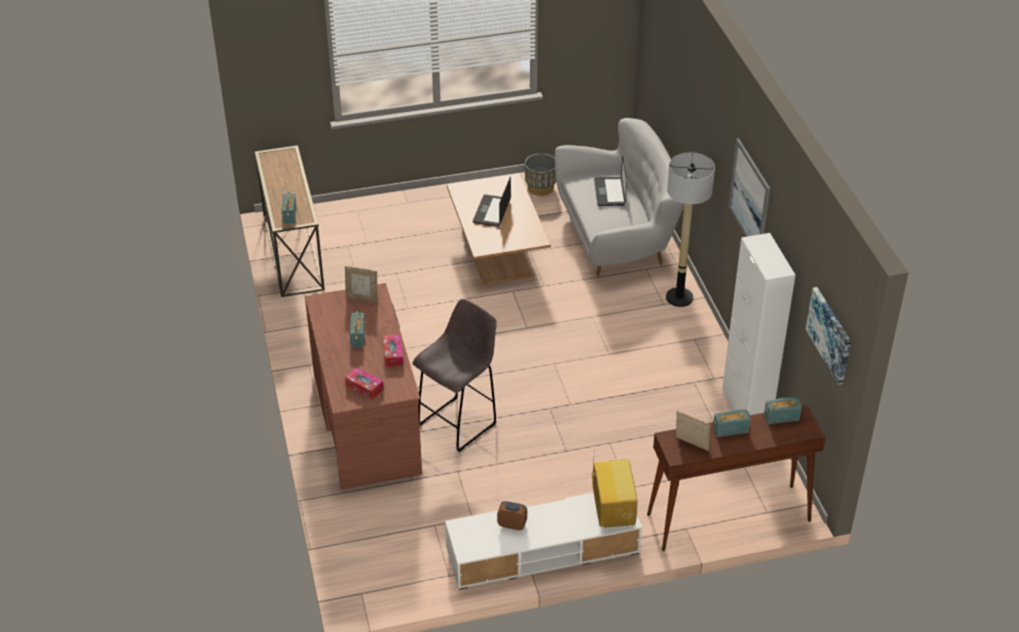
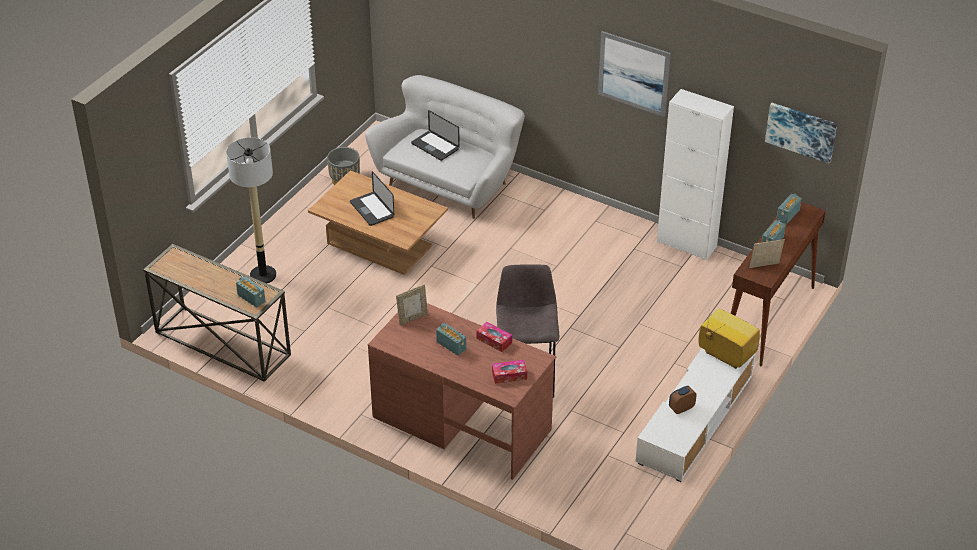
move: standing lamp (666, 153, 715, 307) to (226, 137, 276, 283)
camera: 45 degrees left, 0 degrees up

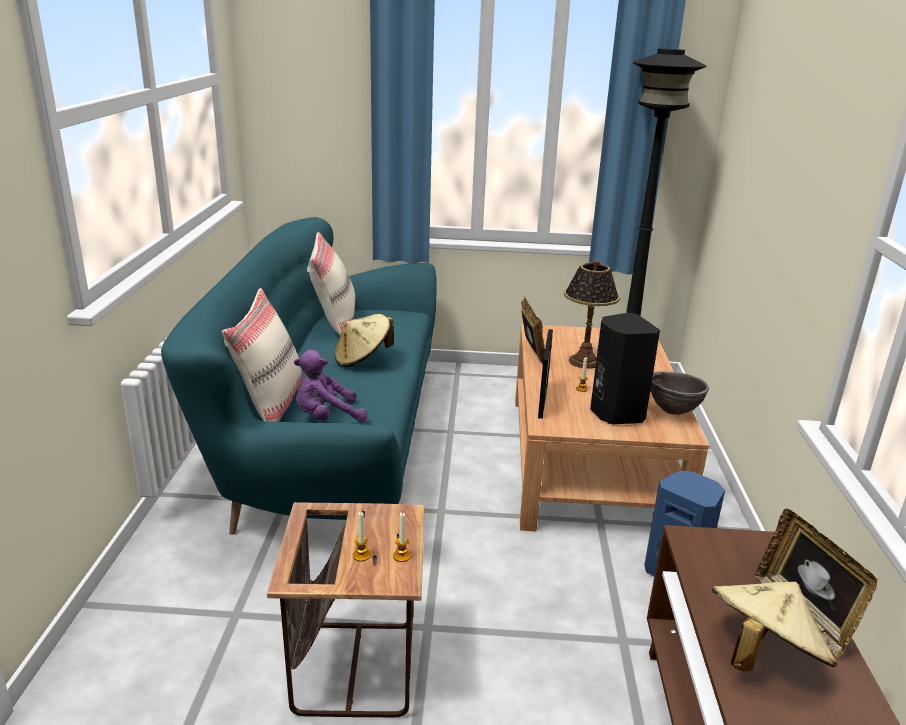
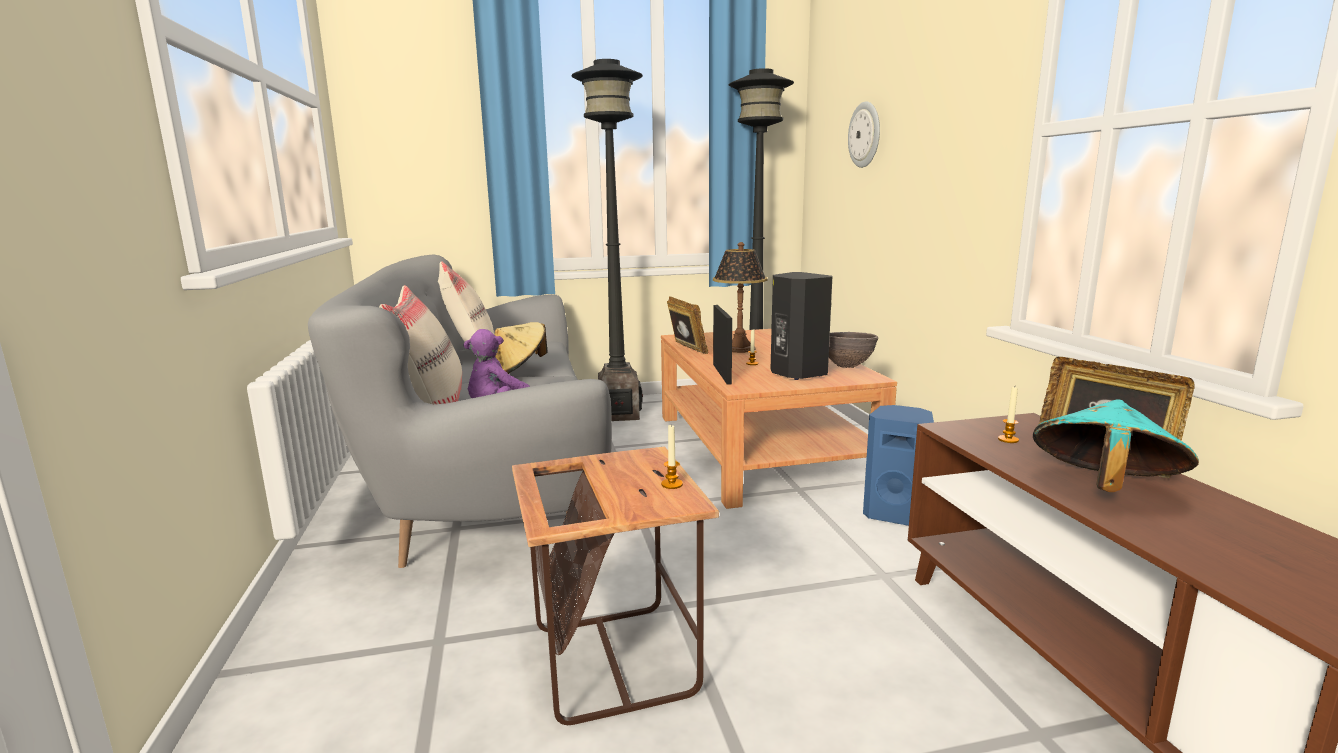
insert: standing lamp (black-coloured) (571, 59, 643, 421); hanging clock (848, 101, 880, 168)
move: wax light (353, 512, 371, 562) to (998, 387, 1019, 443)
recolor: couch (turquoise-coloured) (161, 217, 436, 535) to couch (grey) (308, 254, 612, 568); hat (beige-coloured) (712, 581, 837, 671) to hat (turquoise-coloured) (1033, 399, 1199, 492)
camera: 15 degrees left, 10 degrees down

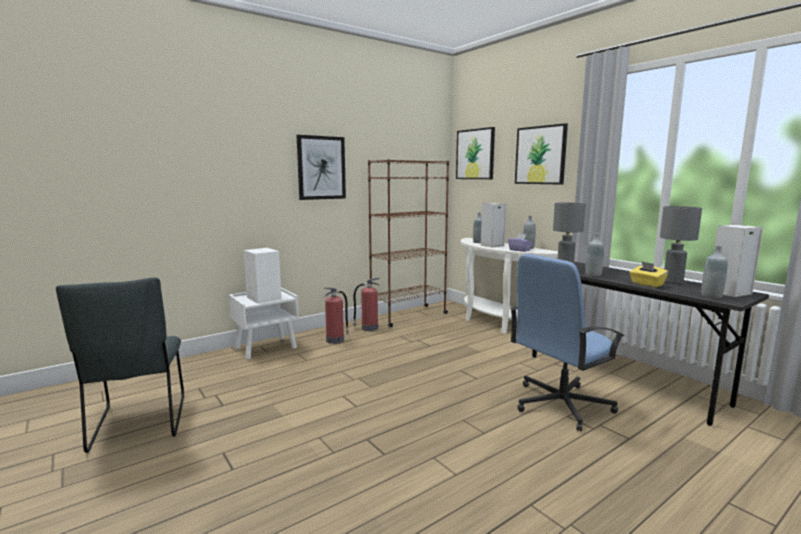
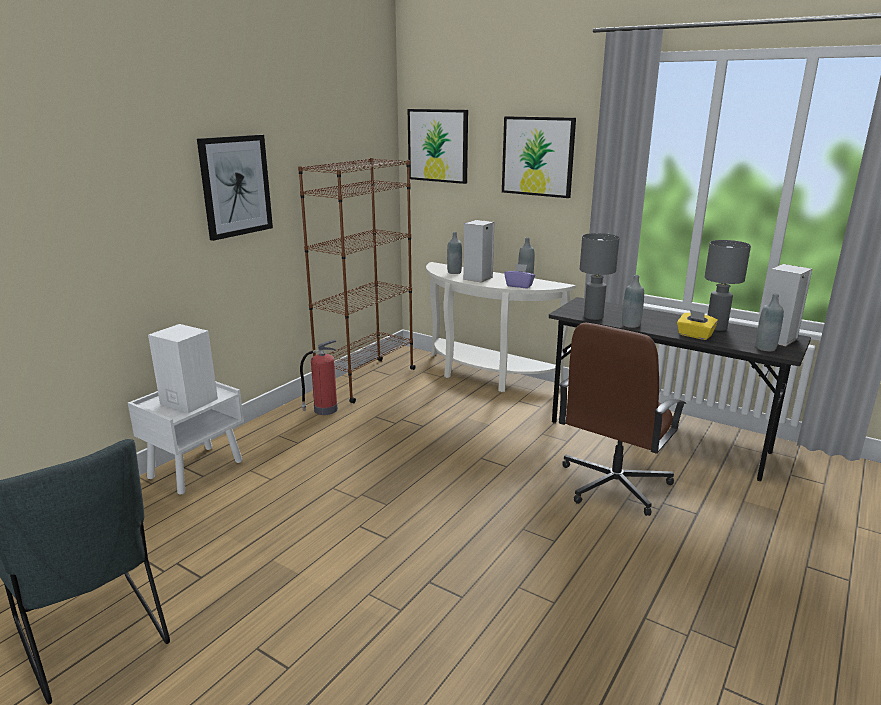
delete: extinguisher (324, 288, 349, 344)
recolor: computer chair (blue-coloured) (510, 254, 624, 431) to computer chair (brownish) (559, 323, 687, 516)
camera: 20 degrees left, 10 degrees up

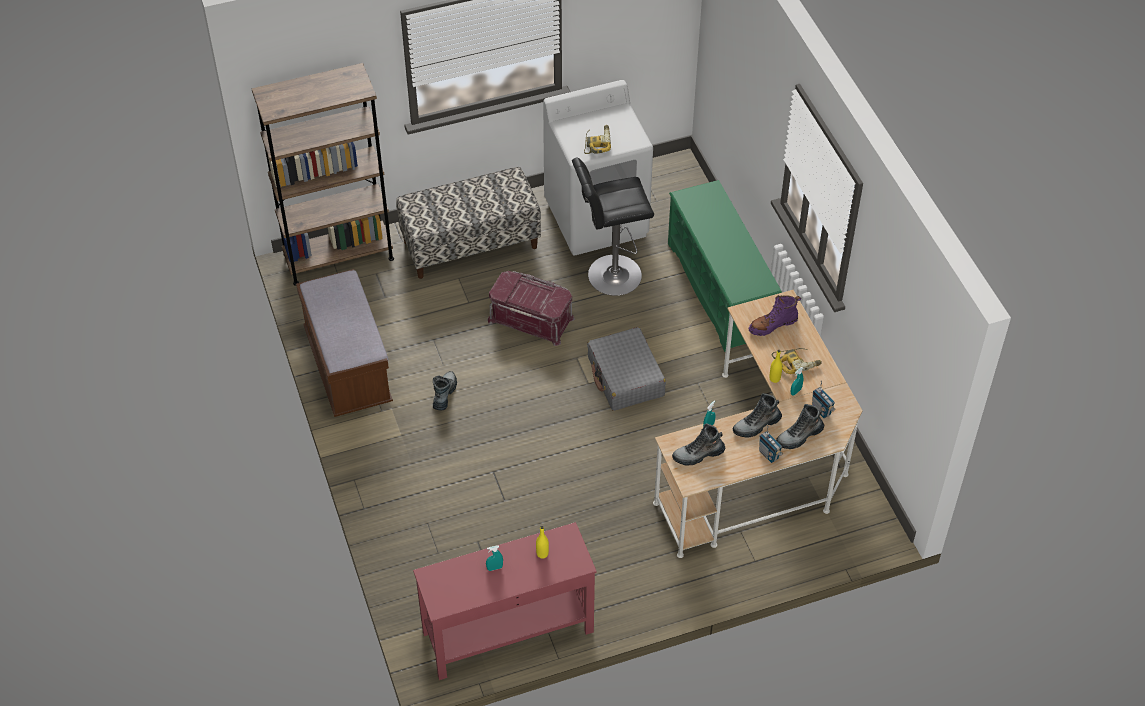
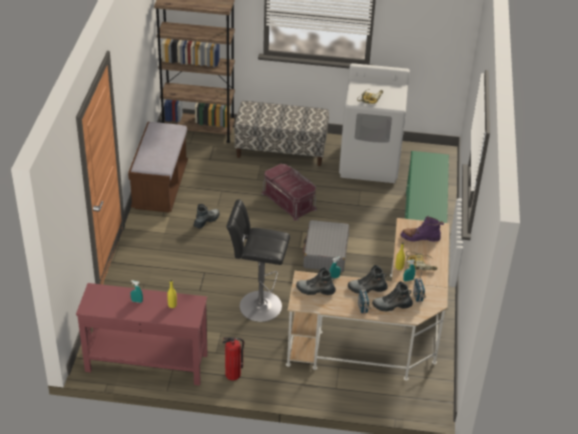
insert: extinguisher (222, 337, 244, 381)
move: stool (black-coloured) (572, 157, 654, 296) to (226, 199, 290, 322)
camera: 25 degrees right, 10 degrees down

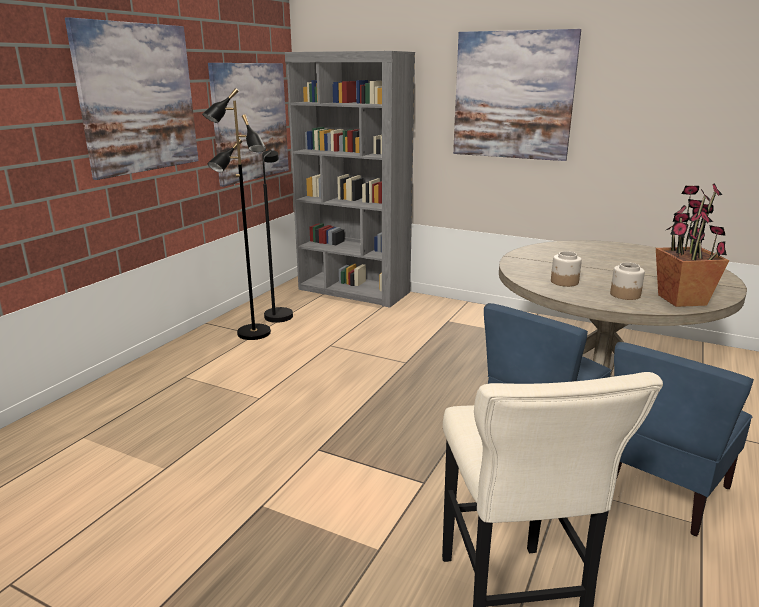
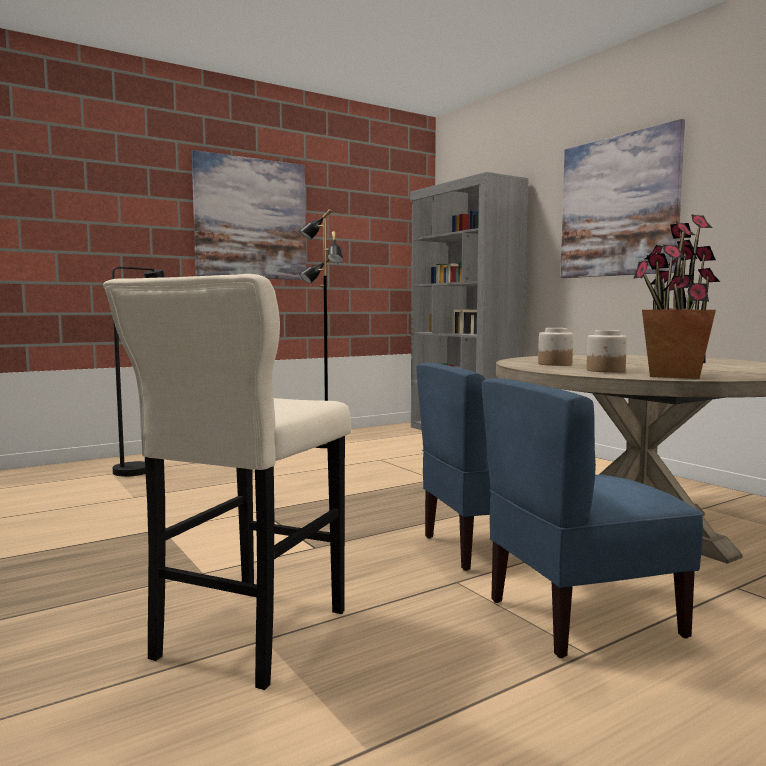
delete: wall picture (208, 63, 289, 187)
move: standing lamp (black-coloured) (262, 150, 293, 323) to (112, 267, 165, 477)
camera: 30 degrees right, 15 degrees down

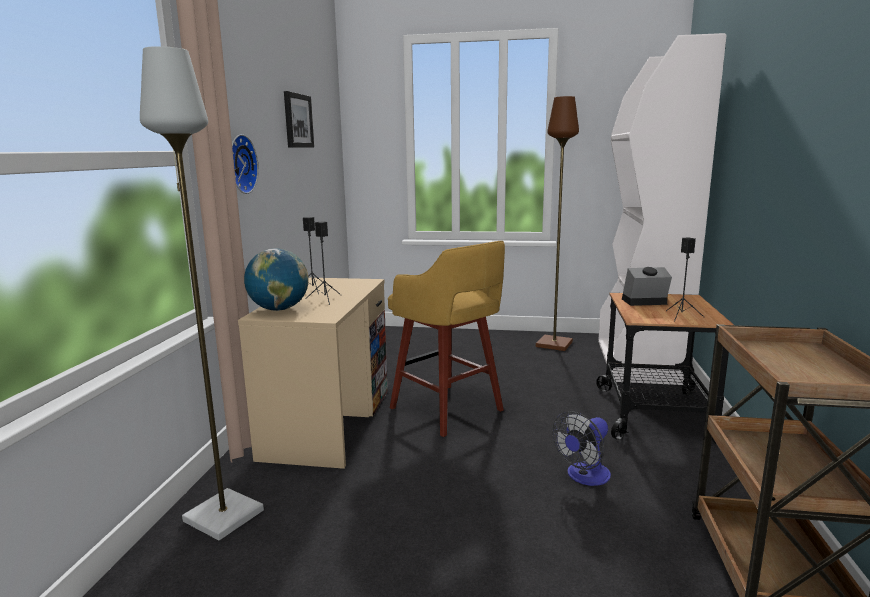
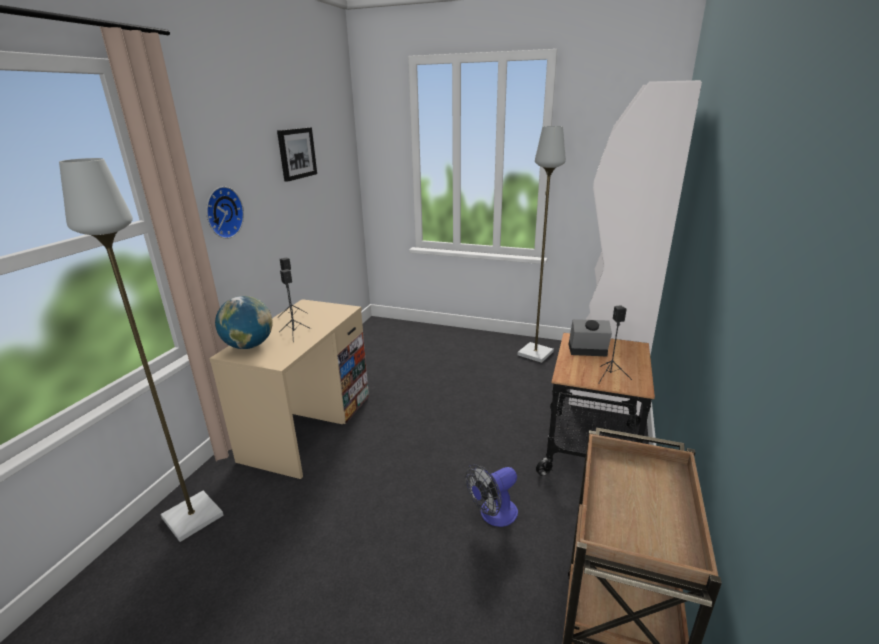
delete: stool (yellow-coloured) (388, 241, 505, 437)
recolor: standing lamp (brownish) (536, 96, 579, 351) to standing lamp (grey) (517, 126, 566, 363)
camera: 10 degrees right, 10 degrees up

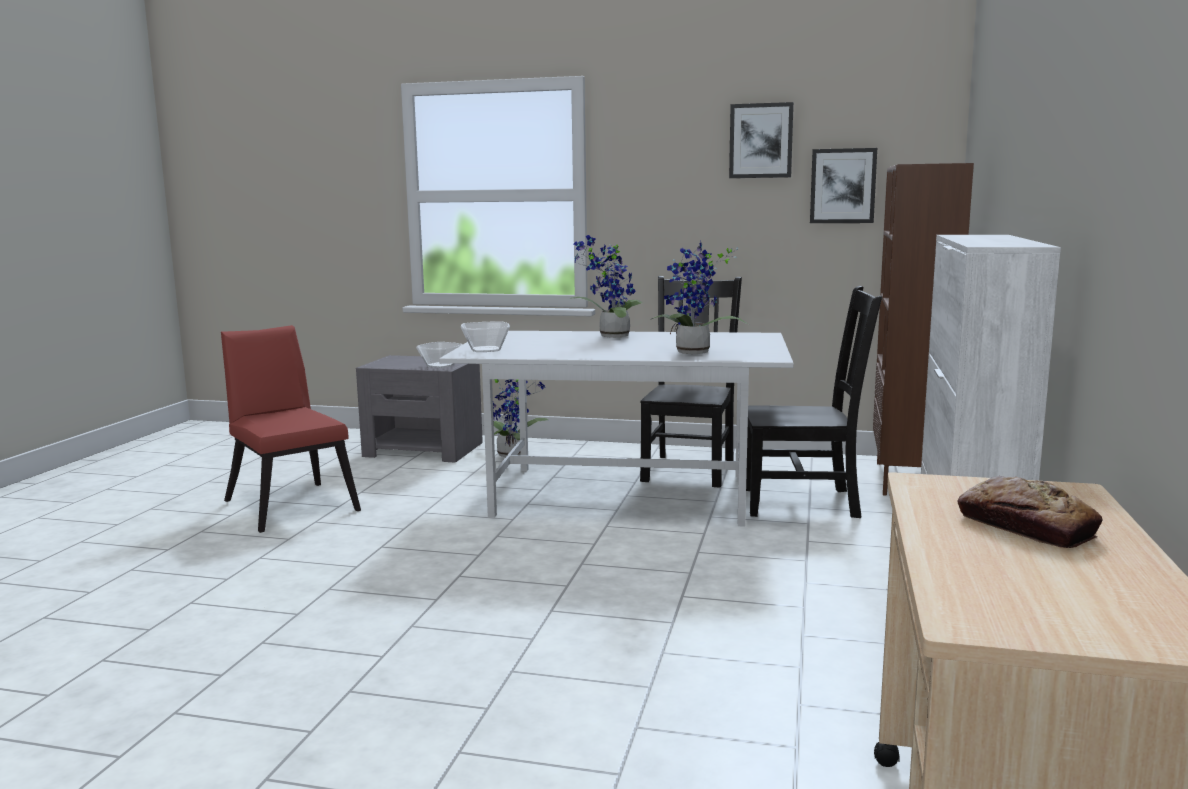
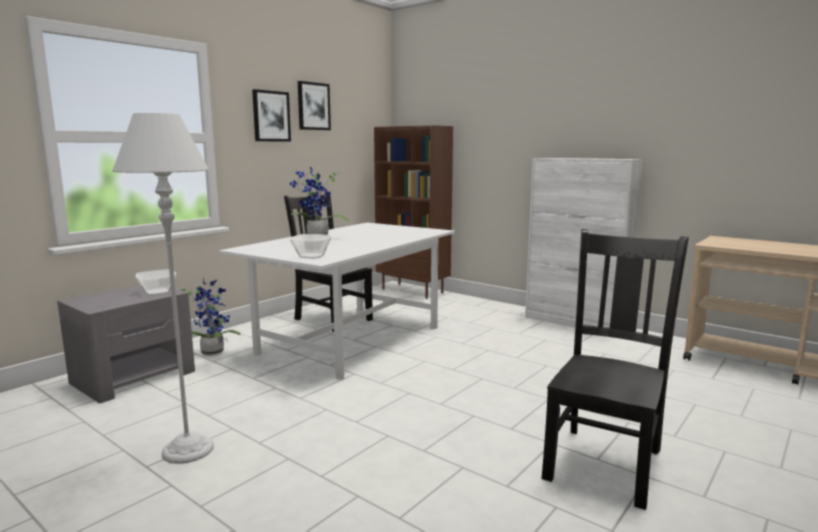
delete: potted plant (652, 240, 749, 354); baked bread (957, 476, 1103, 548)
move: plain chair (black-coloured) (746, 286, 882, 518) to (541, 229, 689, 510); wall picture (810, 148, 877, 223) to (252, 89, 291, 142)
replace: plain chair (reddish) (221, 325, 361, 533) to standing lamp (grey) (112, 113, 214, 464)
camera: 65 degrees left, 0 degrees up

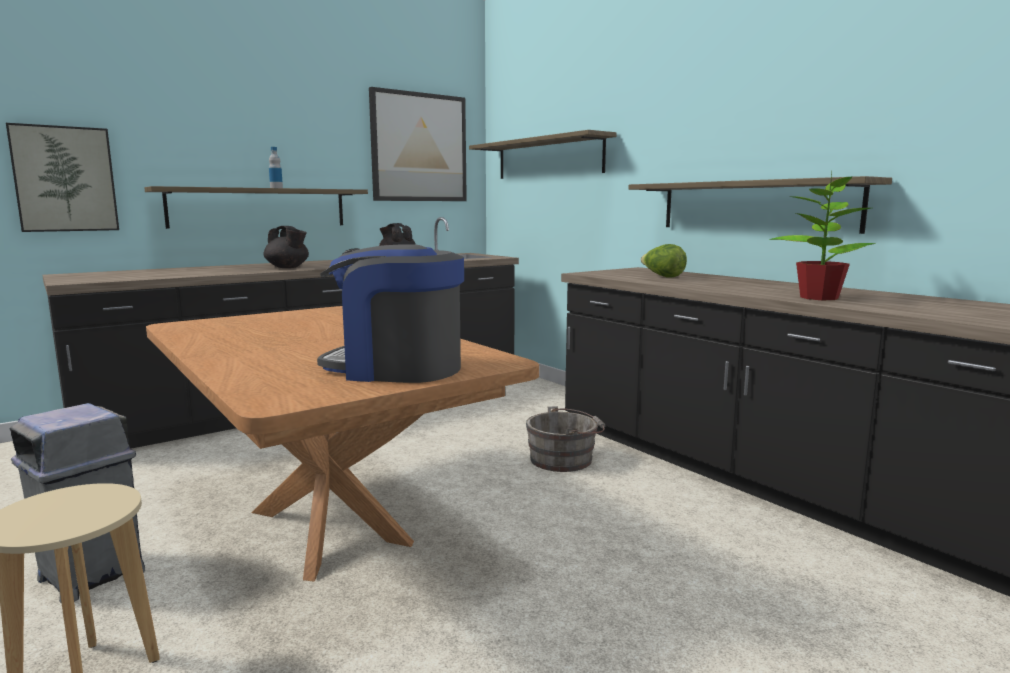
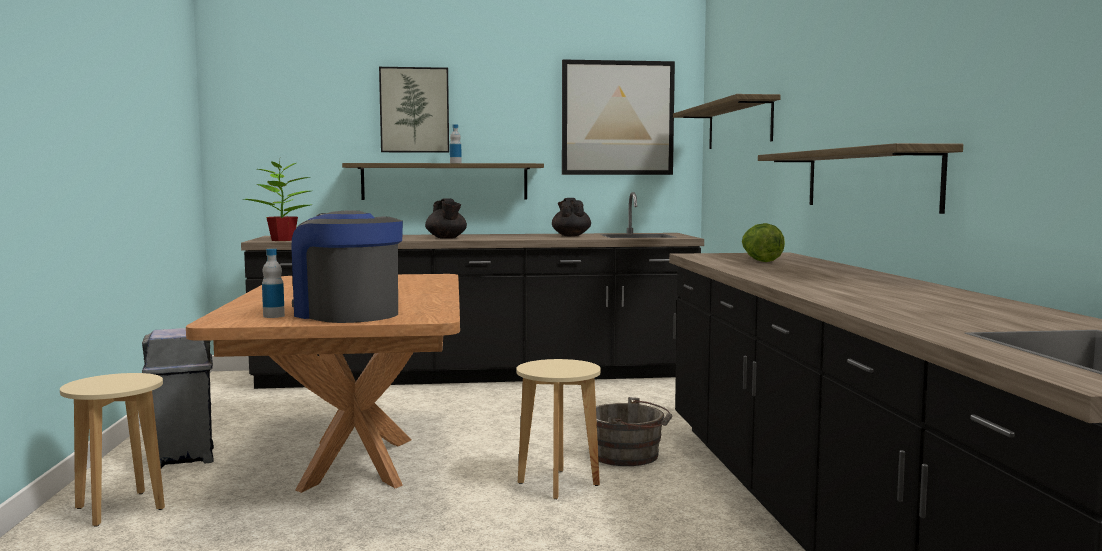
insert: beverage bottle (262, 249, 285, 318); stool (beige-coloured) (516, 359, 601, 499)
move: wall picture (6, 123, 119, 232) to (379, 67, 449, 153); potted plant (768, 172, 876, 300) to (244, 160, 310, 241)
camera: 30 degrees right, 5 degrees down

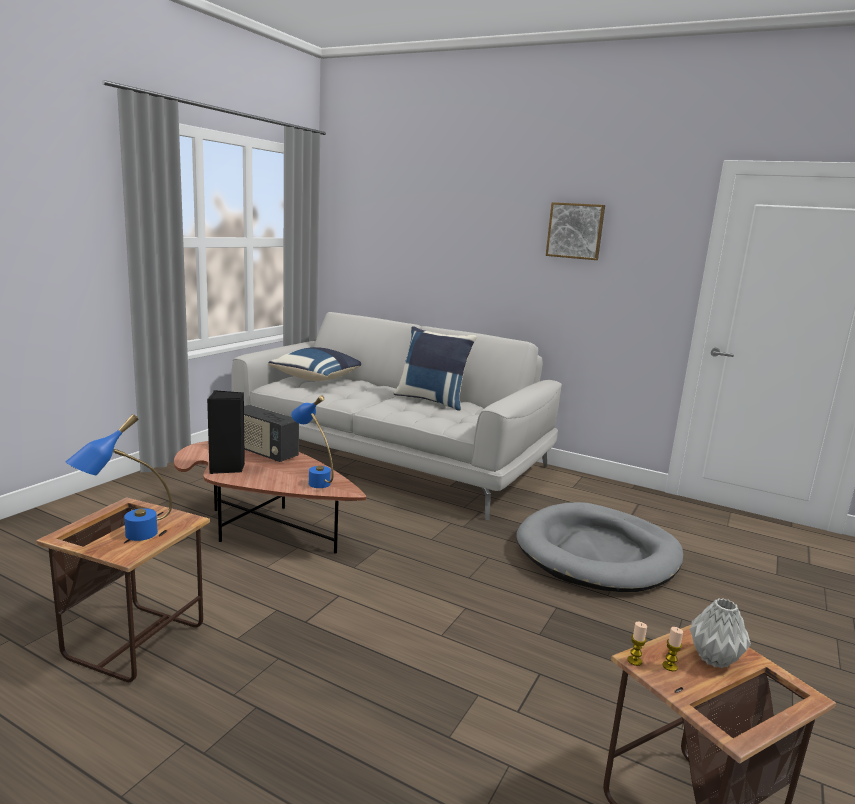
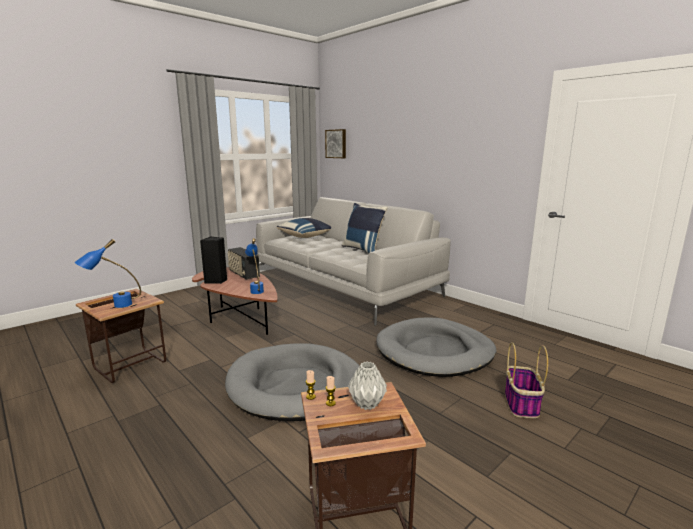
insert: dog cushion (grey) (225, 343, 360, 421); basket (505, 342, 548, 418)
move: wall picture (546, 202, 605, 260) to (325, 129, 346, 158)
camera: 20 degrees right, 0 degrees up

